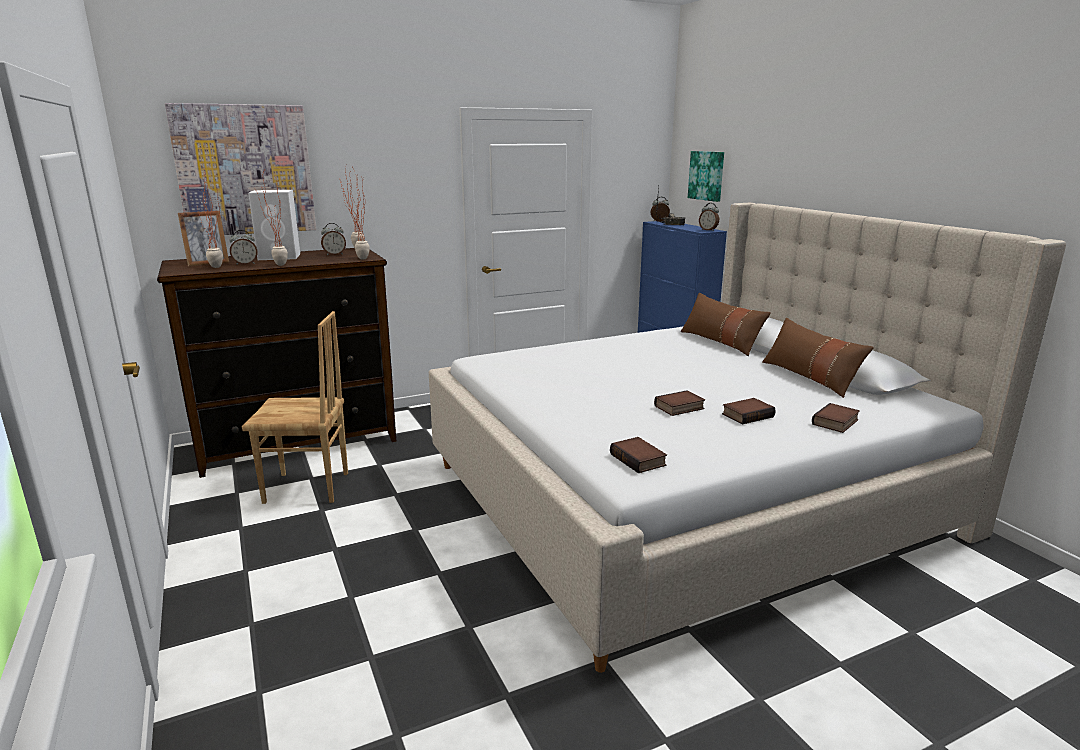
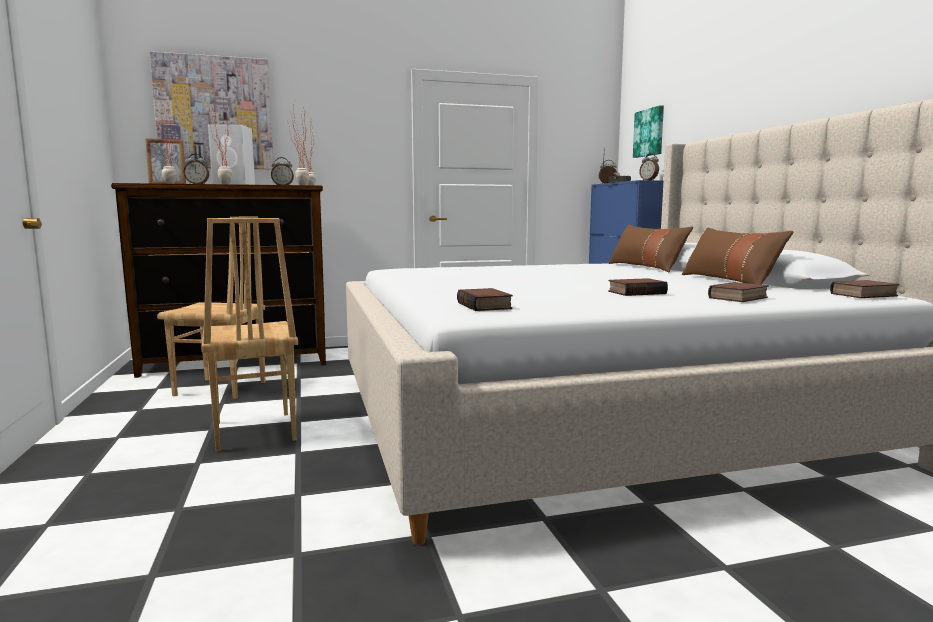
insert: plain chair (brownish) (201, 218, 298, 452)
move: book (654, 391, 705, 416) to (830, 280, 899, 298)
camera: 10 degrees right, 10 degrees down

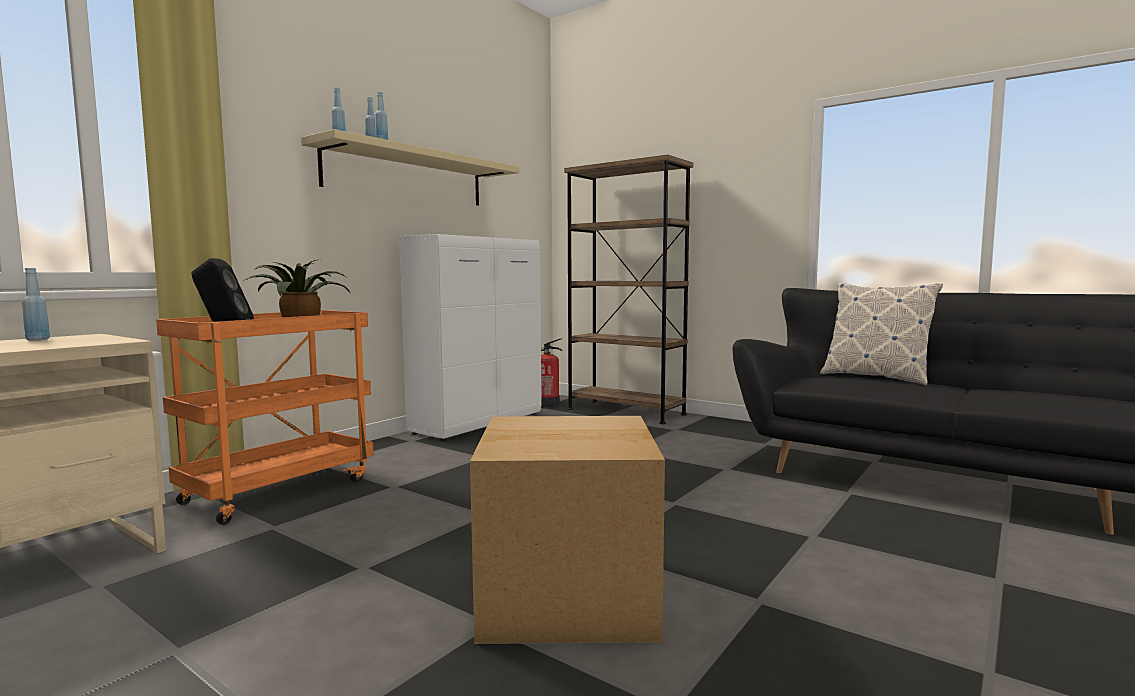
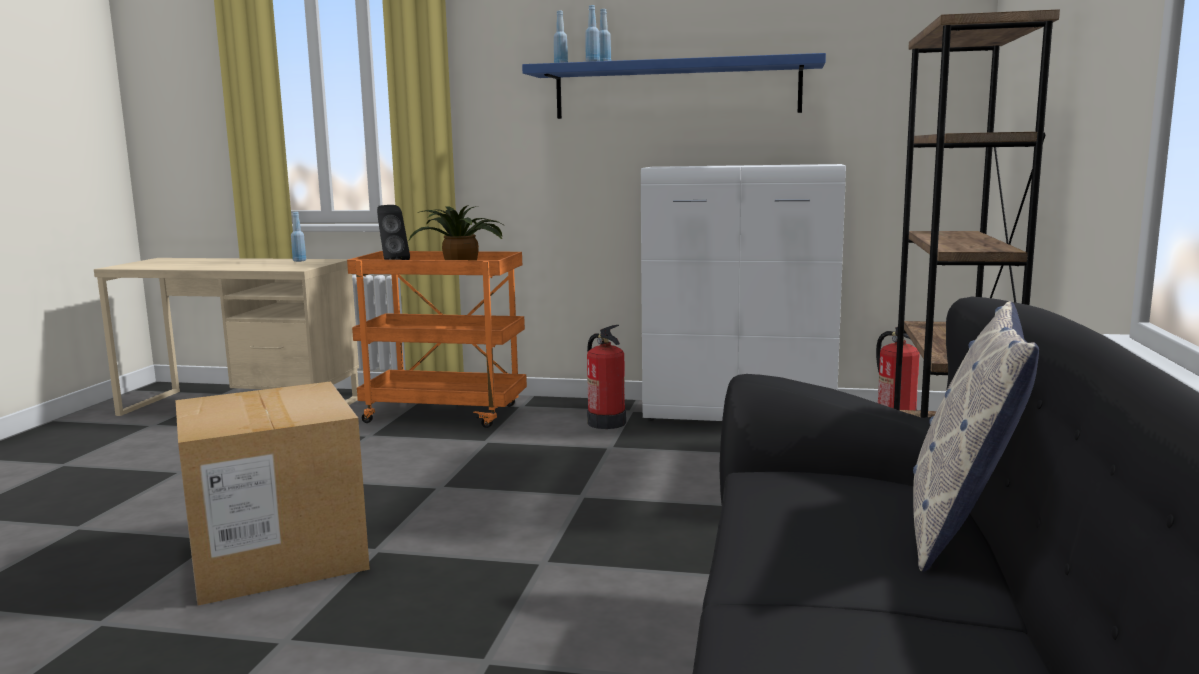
insert: extinguisher (587, 325, 626, 429)
recolor: wall shelf (beige-coloured) (301, 129, 519, 205) to wall shelf (blue-coloured) (522, 53, 826, 119)
camera: 65 degrees right, 5 degrees up

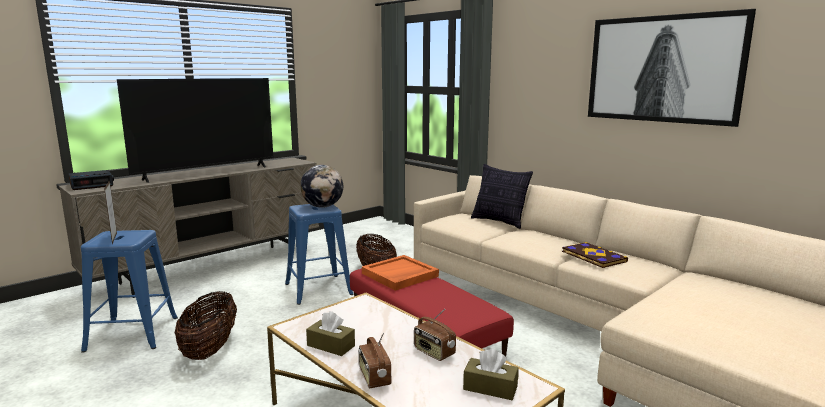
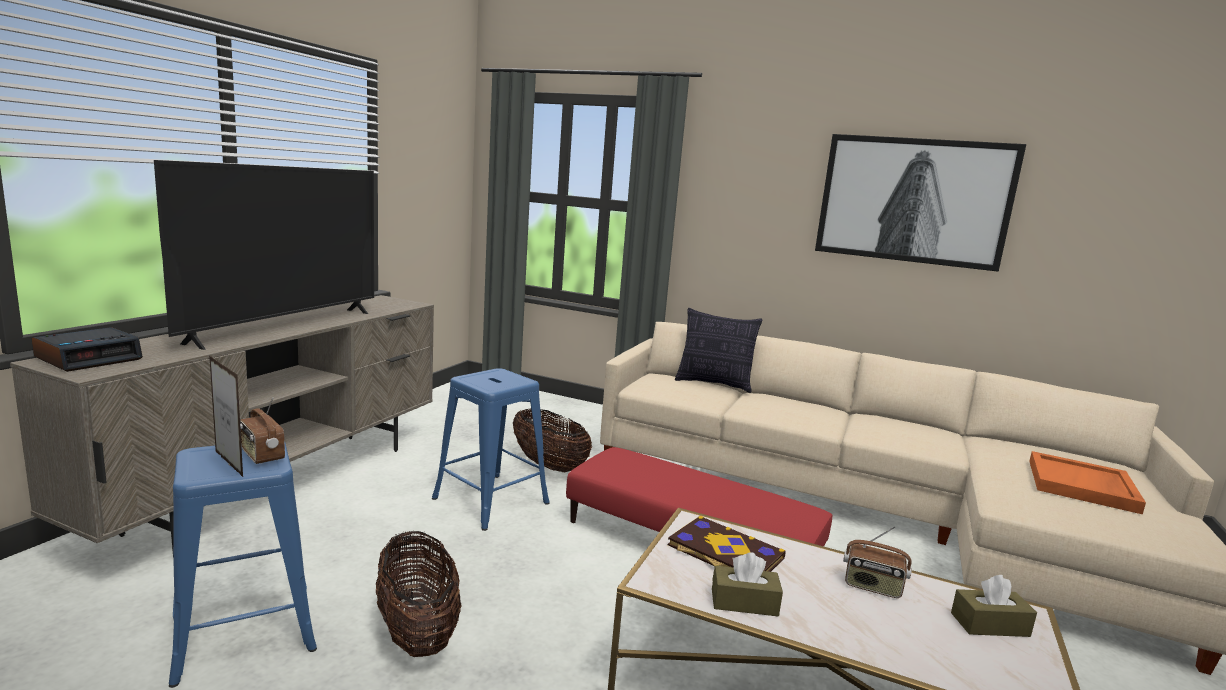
delete: desk globe (300, 165, 343, 208)
move: radio set (358, 333, 391, 388) to (240, 397, 285, 464); tray (orange) (362, 255, 439, 291) to (1029, 451, 1146, 515); book (562, 242, 628, 268) to (668, 516, 786, 572)
camera: 25 degrees left, 0 degrees up

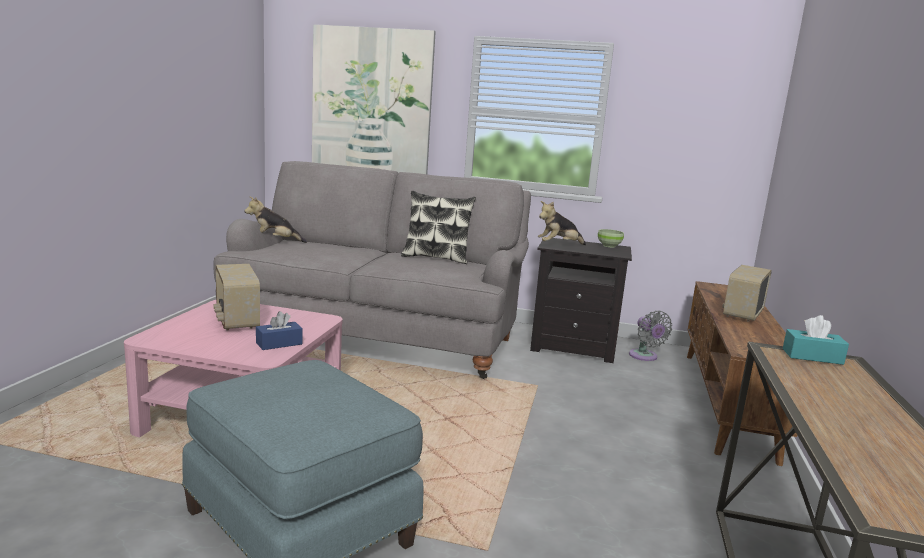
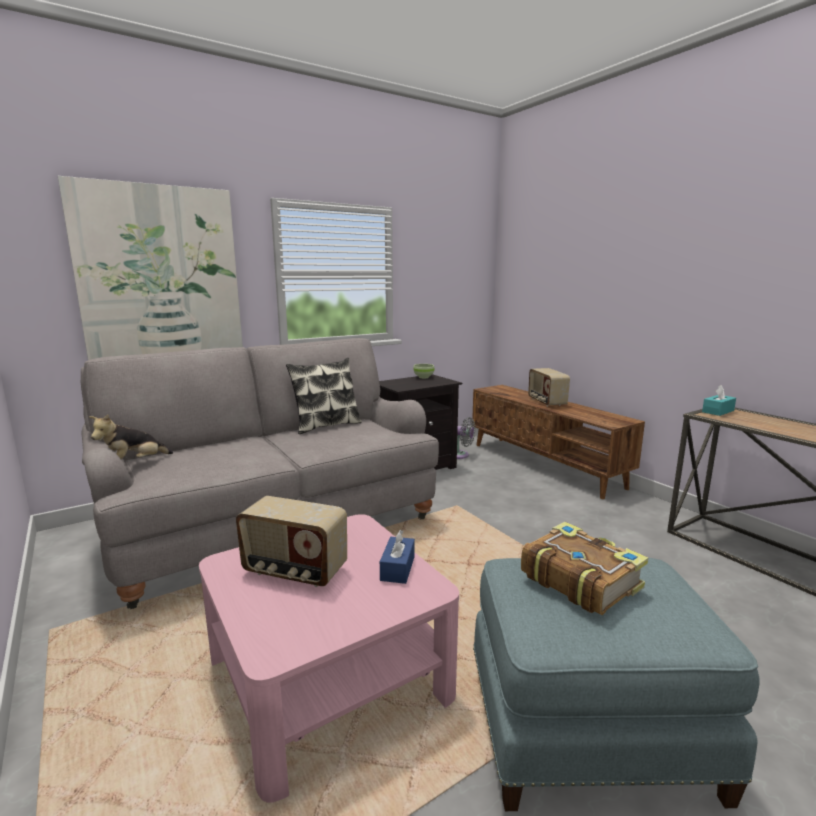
delete: plush toy (538, 201, 586, 245)
insert: book (521, 522, 648, 615)
camera: 45 degrees left, 0 degrees up

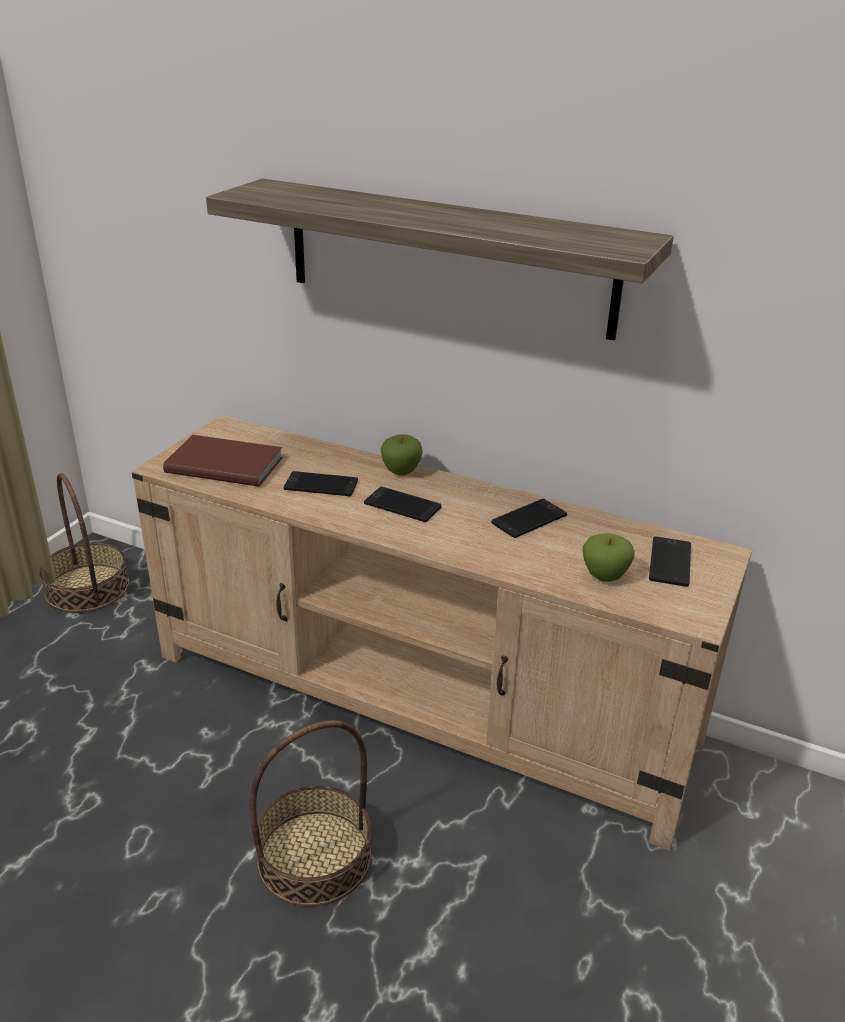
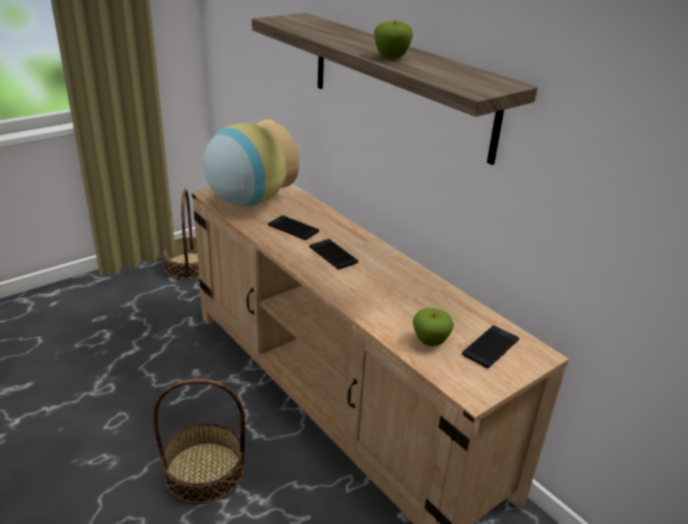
delete: handset (492, 499, 567, 538)
move: apple (381, 434, 423, 476) to (374, 20, 413, 59)
replace: book (brownish) (163, 435, 283, 487) to decorative vase (203, 120, 299, 207)
camera: 25 degrees right, 0 degrees up

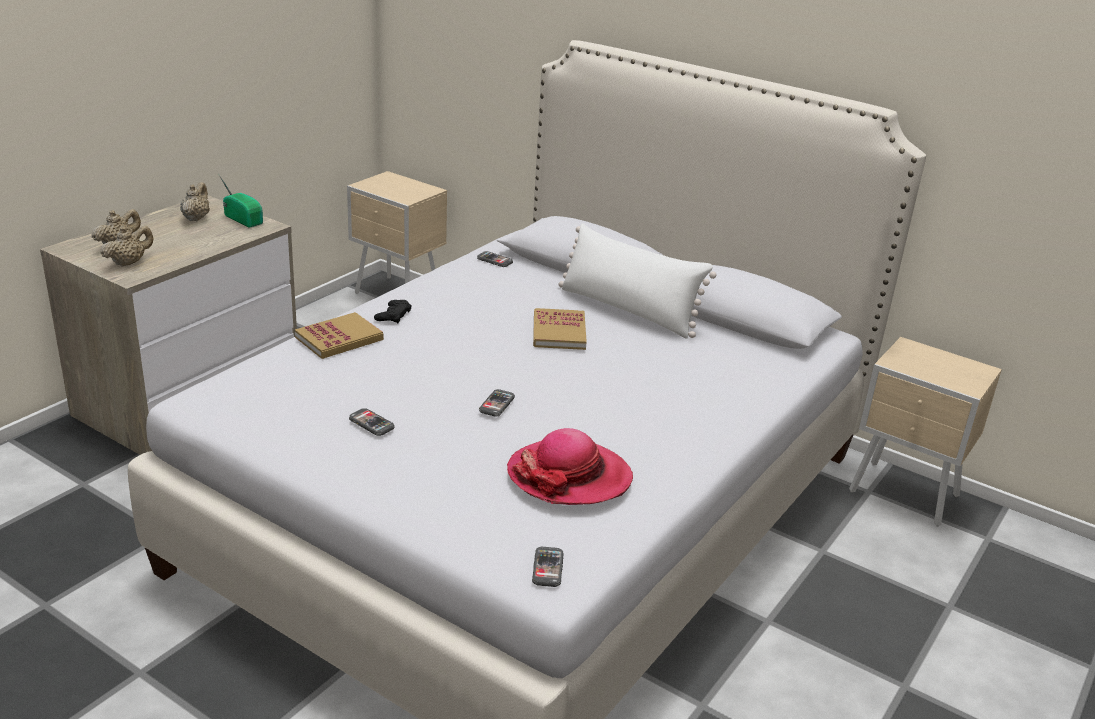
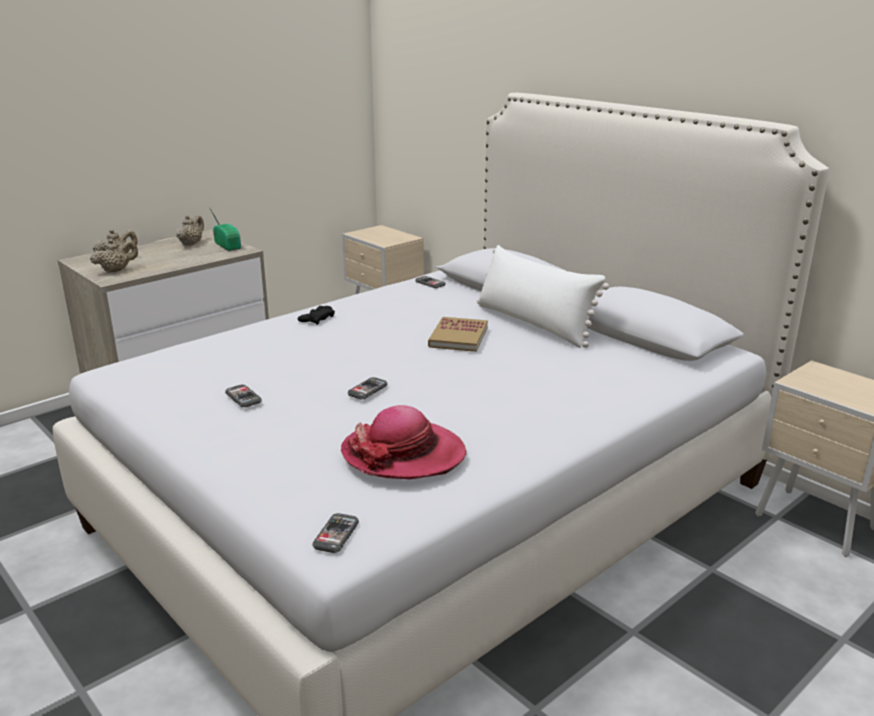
delete: book (295, 312, 384, 359)
camera: 15 degrees right, 5 degrees down

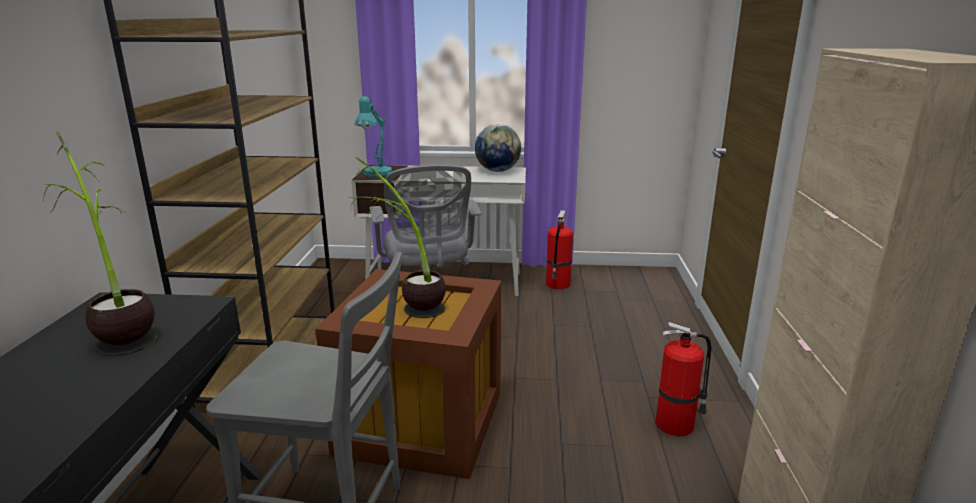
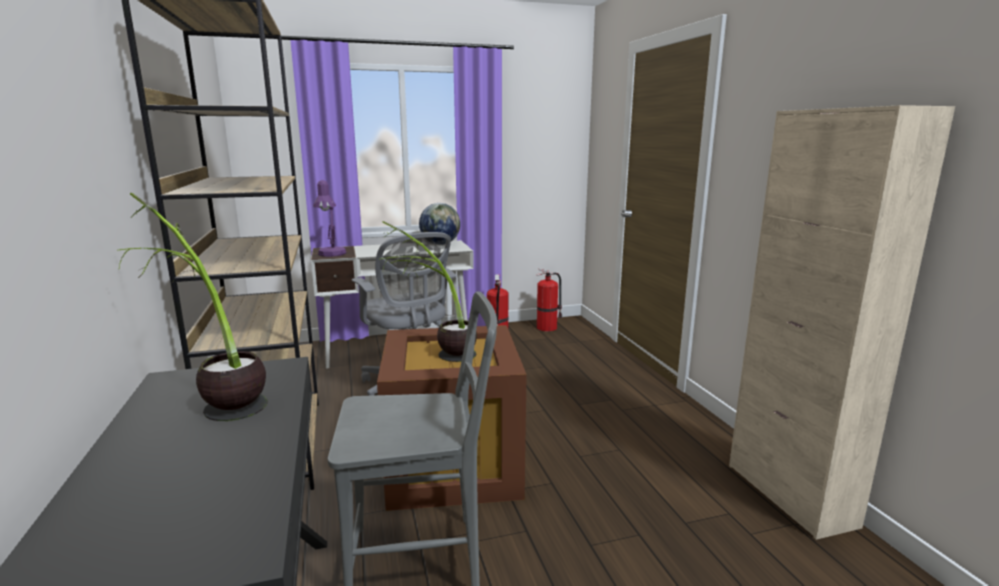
move: extinguisher (655, 322, 712, 436) to (537, 269, 562, 331)
recolor: table lamp (turquoise-coloured) (355, 96, 392, 177) to table lamp (purple) (313, 180, 346, 257)
camera: 20 degrees left, 5 degrees down

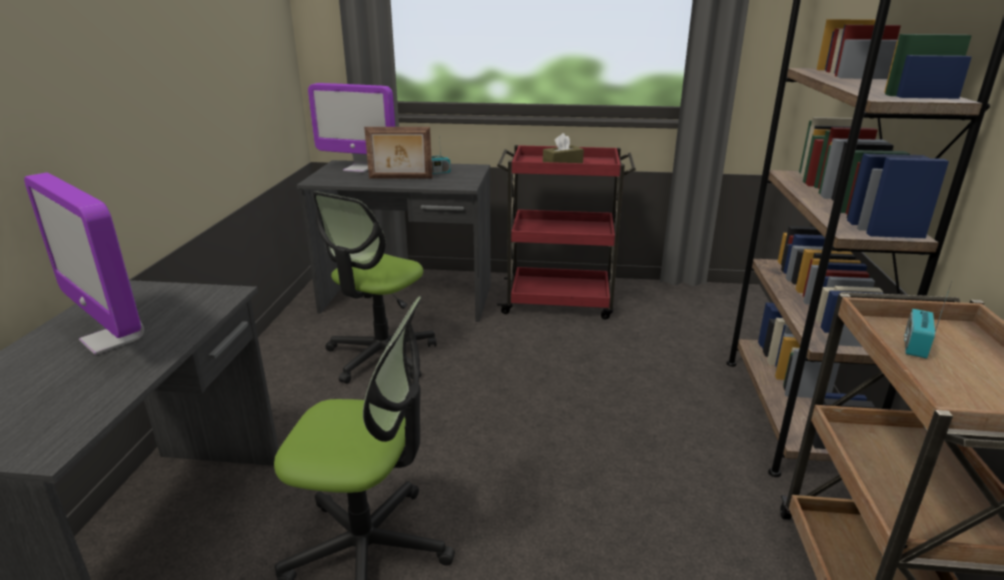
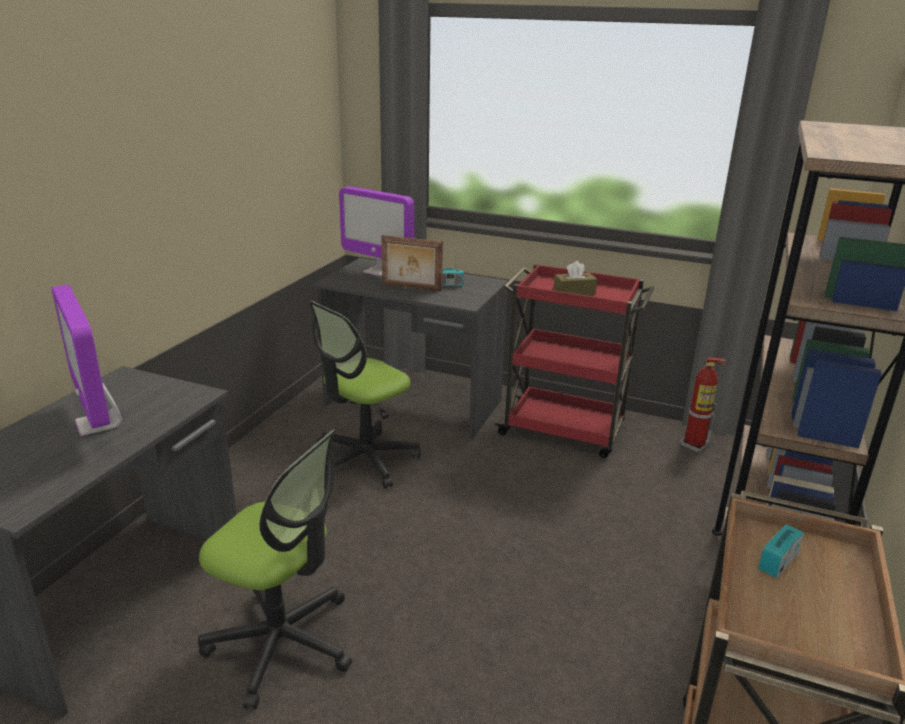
insert: extinguisher (680, 357, 726, 453)
camera: 15 degrees right, 0 degrees up

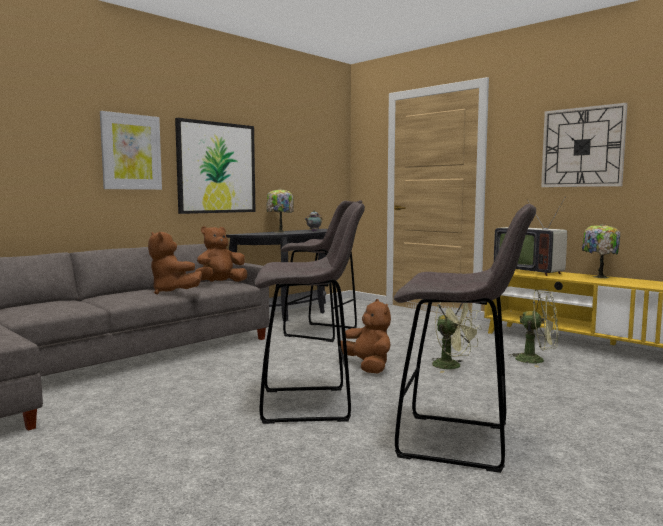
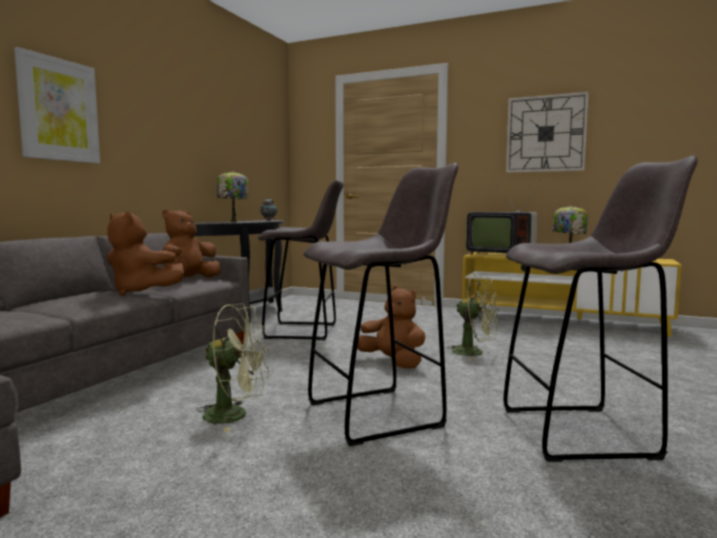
delete: wall picture (175, 118, 256, 214)
move: fan (green-coloured) (508, 289, 558, 367) to (197, 303, 269, 432)
camera: 20 degrees left, 0 degrees up

